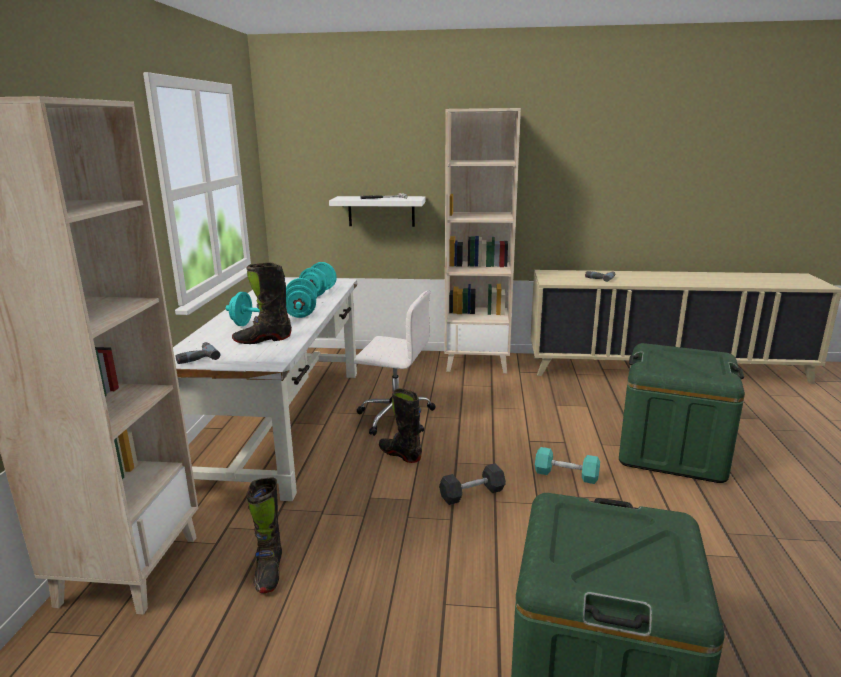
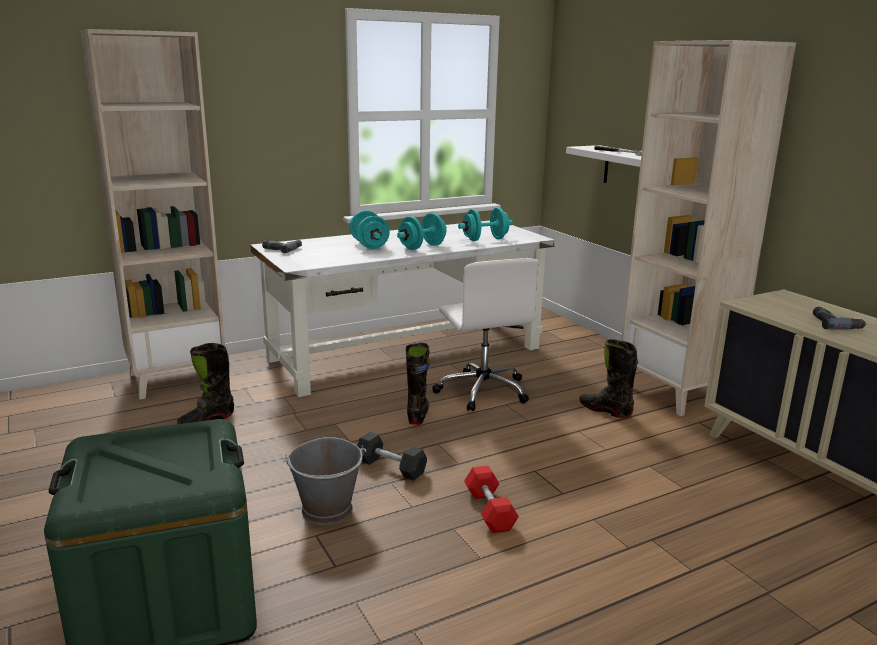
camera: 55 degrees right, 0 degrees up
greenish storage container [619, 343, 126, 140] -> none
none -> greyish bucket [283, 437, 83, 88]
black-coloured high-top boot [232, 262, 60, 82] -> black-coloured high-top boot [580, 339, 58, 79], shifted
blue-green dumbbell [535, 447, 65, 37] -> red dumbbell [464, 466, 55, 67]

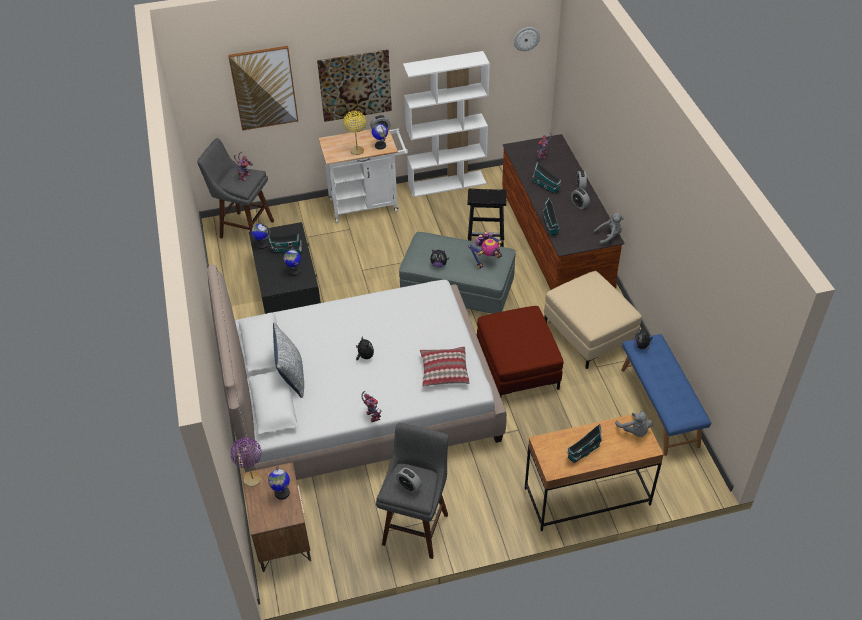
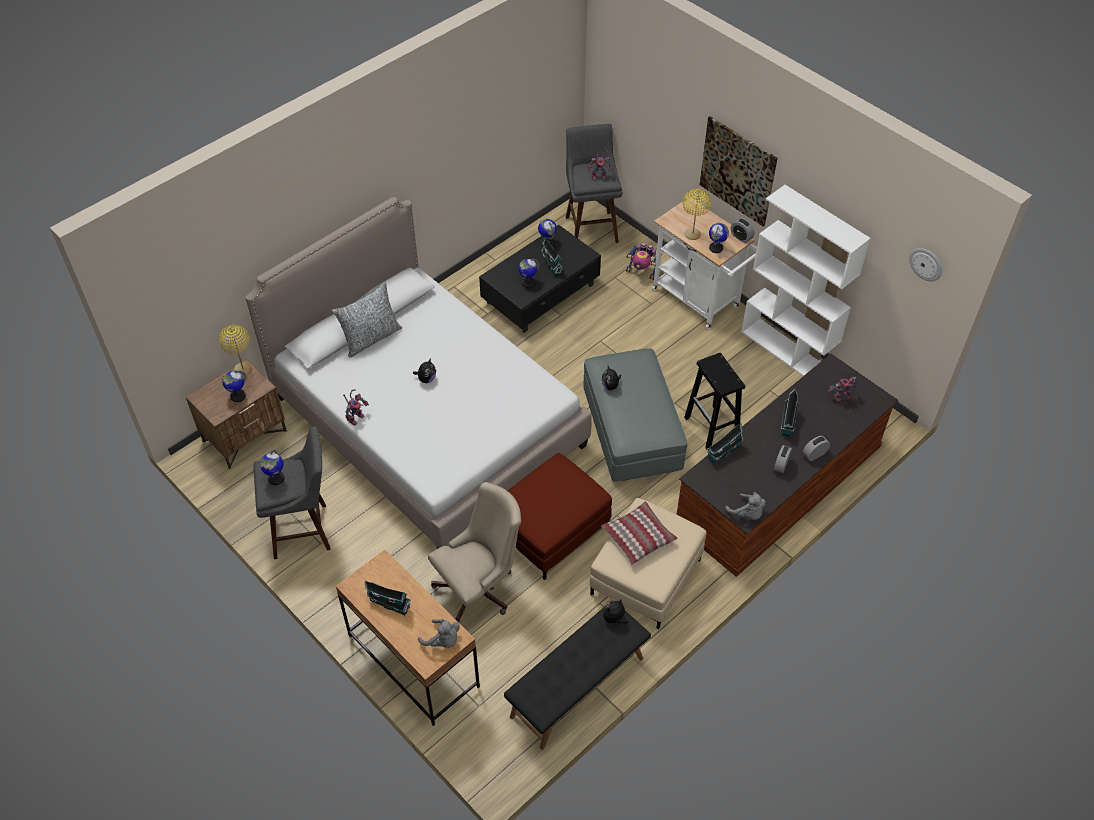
camera: 60 degrees right, 5 degrees up
wall art [228, 46, 70, 85] -> none
none -> sand-coloured desk chair [428, 482, 93, 140]
cushion [420, 347, 49, 39] -> cushion [601, 501, 76, 64], shifted
toy robot [468, 232, 35, 37] -> toy robot [626, 243, 36, 37], shifted
table clock [396, 468, 26, 26] -> globe [260, 450, 25, 35]
purplish tabletop lamp [230, 437, 32, 50] -> yellow-coloured tabletop lamp [219, 325, 33, 51]
blue-coloured indoor bench [621, 334, 90, 122] -> black-coloured indoor bench [504, 600, 147, 150]
greyish plush toy [615, 411, 38, 26] -> greyish plush toy [418, 619, 42, 29], 90 degrees counterclockwise

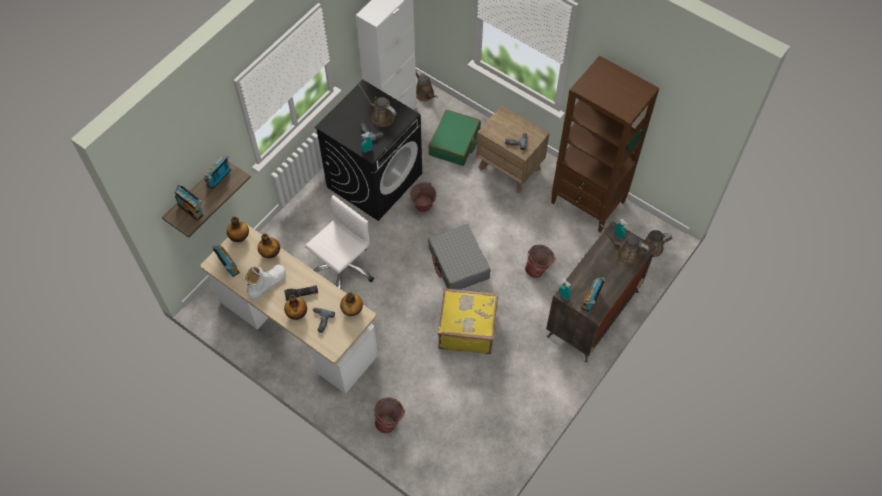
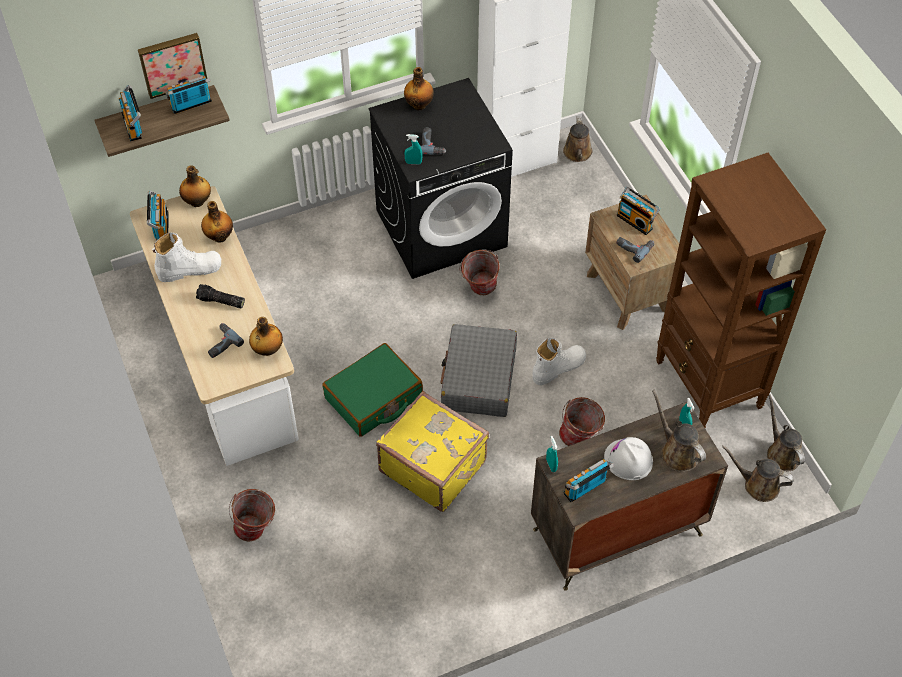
camera: 30 degrees right, 5 degrees down
whitish desk chair [305, 195, 69, 94] -> none
none -> wall art [138, 33, 70, 66]
none -> whitish high-top boot [533, 338, 53, 47]
none -> whitish hard hat [604, 437, 49, 43]
none -> radio set [616, 187, 44, 48]
beverage bottle [284, 295, 23, 25] -> beverage bottle [404, 67, 30, 44], shifted
brownish sprinkling can [357, 83, 39, 44] -> brownish sprinkling can [767, 394, 38, 78], shifted
greenish travel case [429, 110, 52, 56] -> greenish travel case [322, 343, 101, 94], shifted

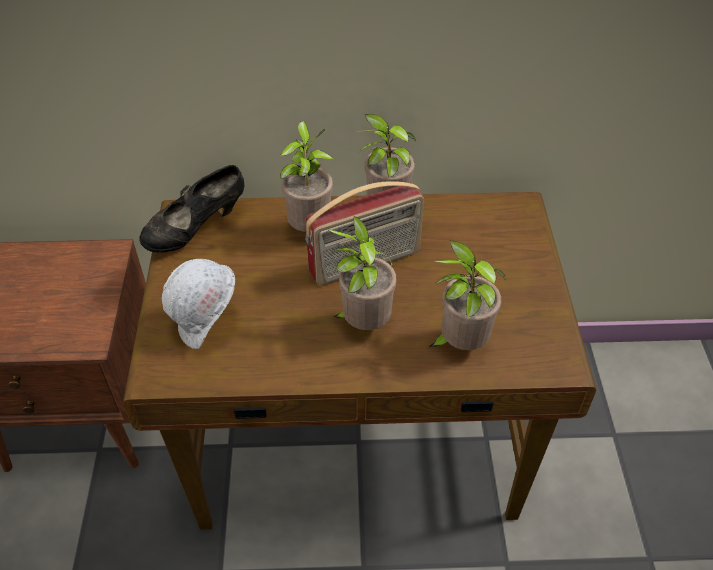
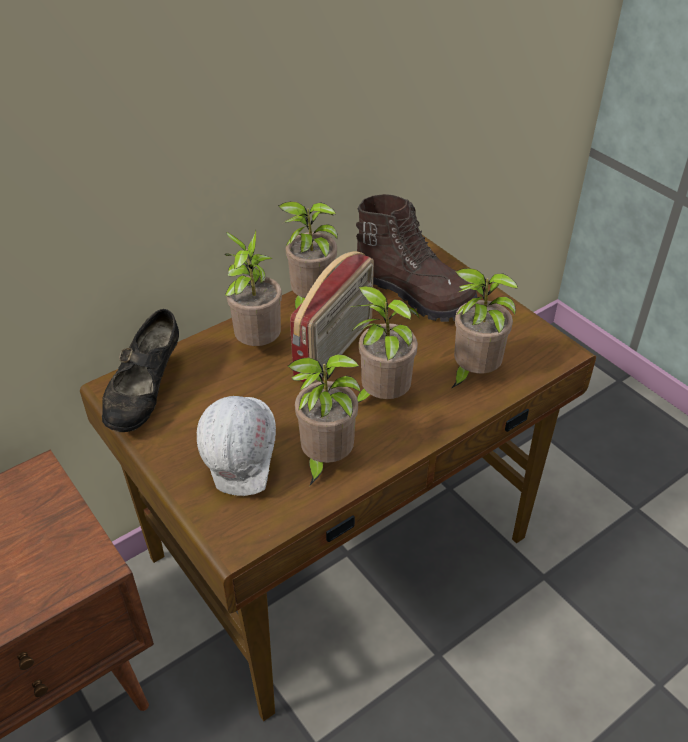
camera: 35 degrees left, 5 degrees down
none -> plant in a pot [288, 354, 73, 131]
none -> brownish high-top boot [356, 194, 121, 128]

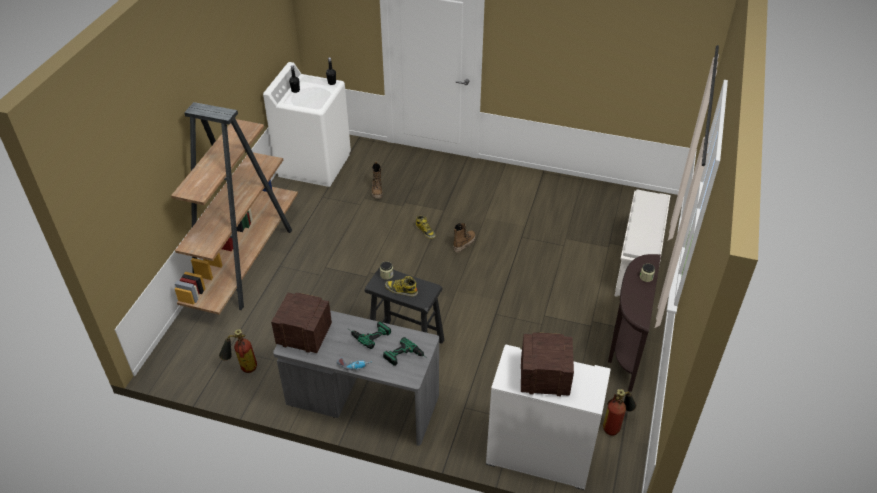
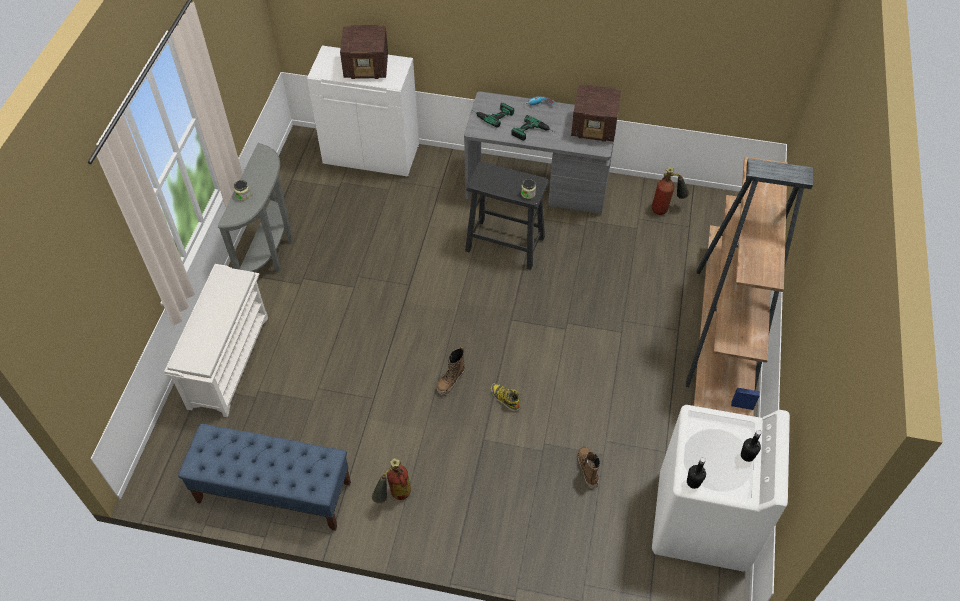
camera: 175 degrees right, 10 degrees up
high-top boot [385, 276, 33, 20] -> none
none -> blue-coloured indoor bench [178, 423, 173, 108]
fire extinguisher [603, 389, 33, 47] -> fire extinguisher [372, 458, 39, 46], shifted
brownish hall table [608, 254, 53, 138] -> greyish hall table [218, 143, 75, 129]

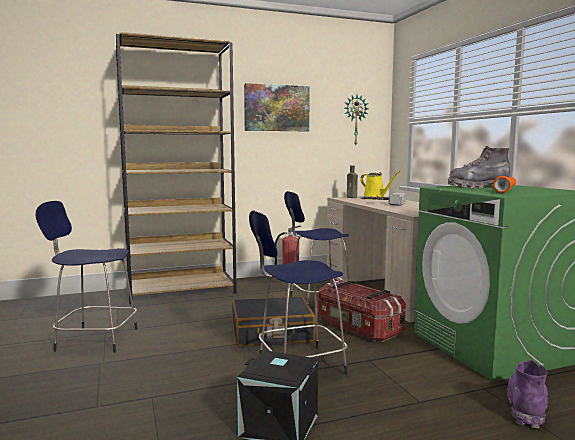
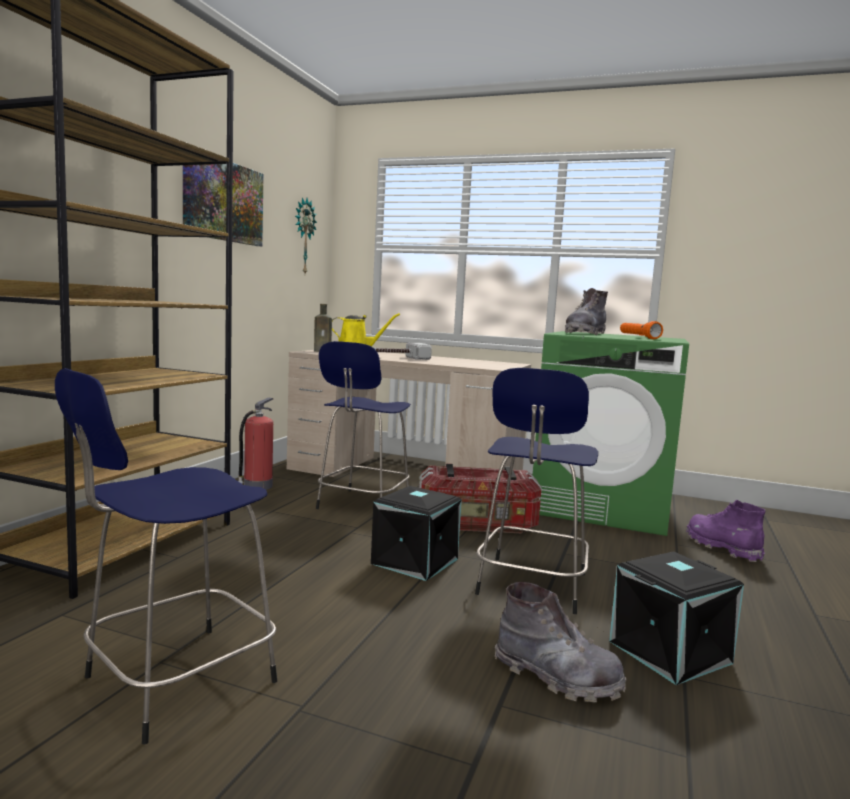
camera: 50 degrees left, 0 degrees up
none -> greyish high-top boot [495, 582, 132, 120]
black-coloured travel case [232, 296, 83, 50] -> black-coloured storage container [371, 486, 91, 95]

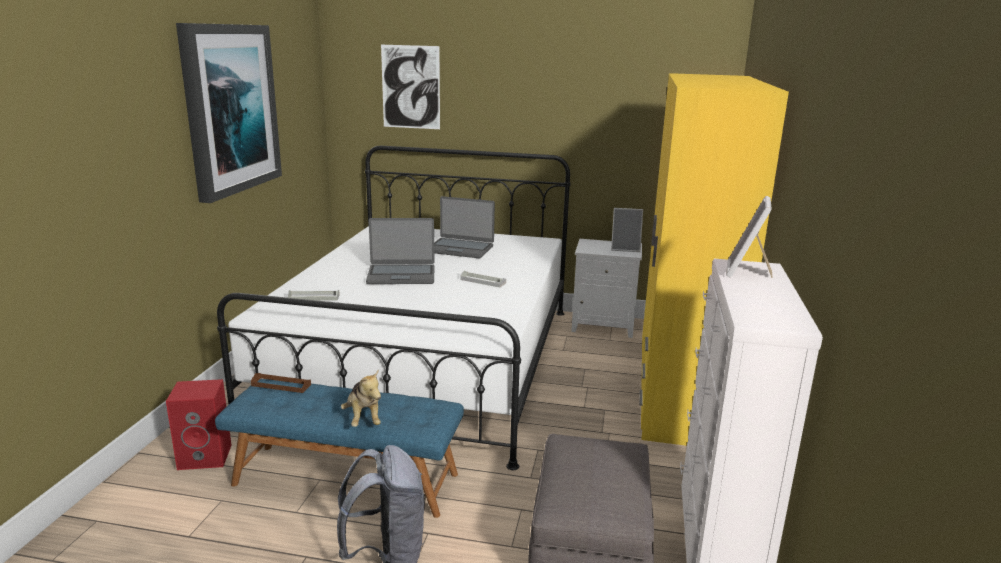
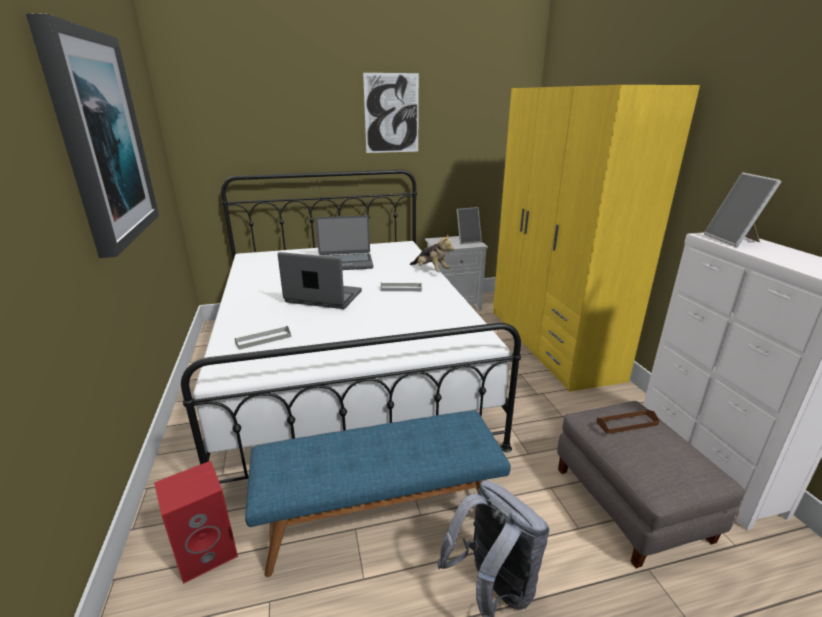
camera: 25 degrees left, 5 degrees up
brownish tray [251, 373, 60, 20] -> brownish tray [596, 409, 64, 25], shifted
plush toy [341, 369, 40, 58] -> plush toy [410, 235, 45, 36], shifted
wall art [381, 45, 59, 84] -> wall art [363, 73, 56, 80], shifted
notebook computer [366, 218, 69, 66] -> notebook computer [278, 252, 84, 57], 135 degrees counterclockwise

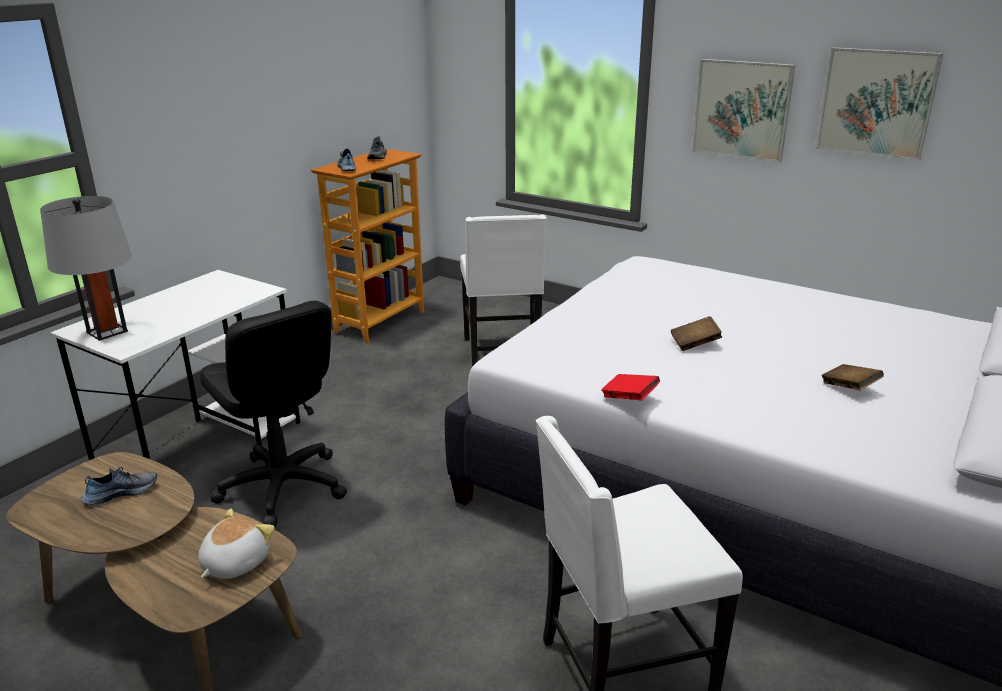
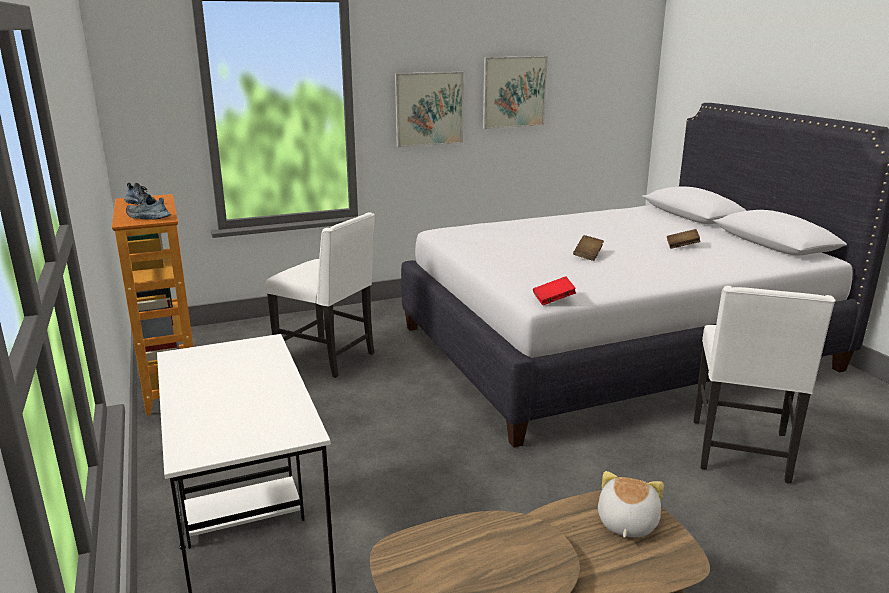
camera: 55 degrees left, 5 degrees down
greyish tabletop lamp [40, 196, 92, 145] -> none
item of footwear [81, 467, 76, 38] -> none
black-coloured desk chair [200, 301, 147, 226] -> none
red book [601, 374, 59, 27] -> red book [533, 276, 43, 29], shifted
plush toy [198, 508, 77, 71] -> plush toy [598, 471, 66, 67], 45 degrees clockwise

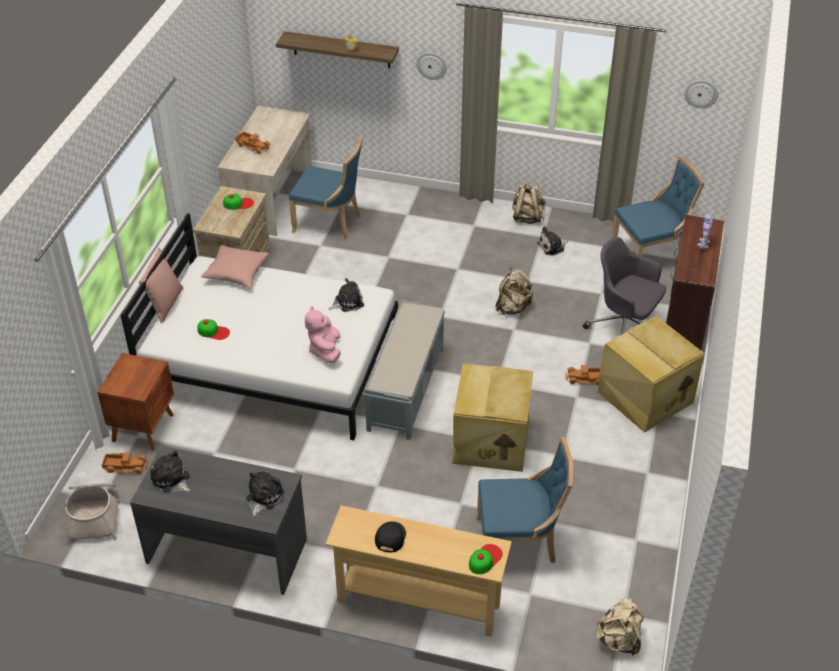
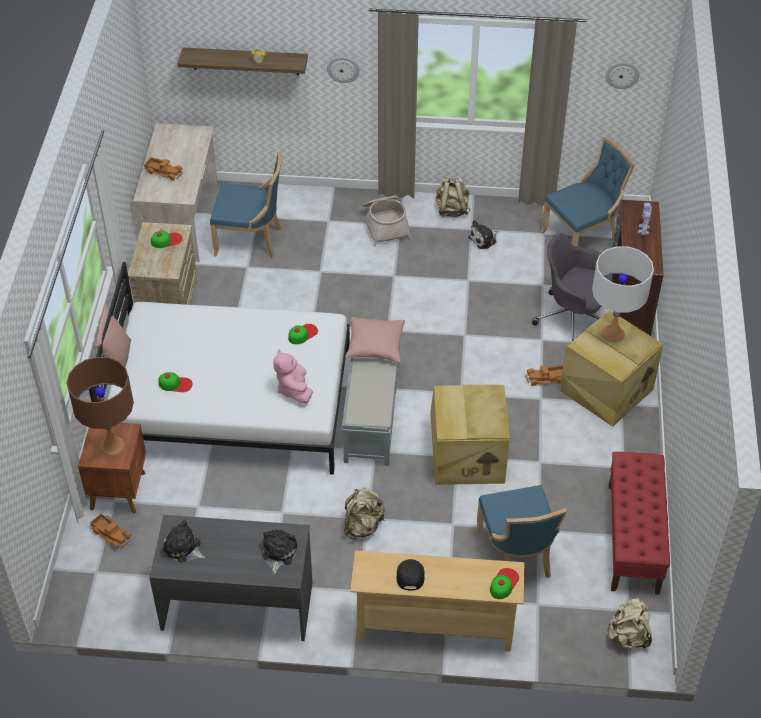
camera: 10 degrees left, 5 degrees up
none -> brownish tabletop lamp [66, 357, 68, 99]
none -> whitish tabletop lamp [592, 246, 62, 96]
none -> red indoor bench [609, 452, 61, 143]
storage basket [65, 483, 55, 61] -> storage basket [362, 196, 50, 51], shifted
pinkish cushion [201, 245, 68, 43] -> pinkish cushion [345, 317, 60, 46], shifted
sand-coloured backpack [495, 268, 38, 47] -> sand-coloured backpack [344, 487, 41, 52], shifted
plush toy [329, 278, 35, 34] -> peaked cap [288, 324, 30, 20]
toy truck [102, 452, 46, 22] -> toy truck [90, 513, 42, 36], 45 degrees clockwise
blue-coloured chair [476, 437, 97, 127] -> blue-coloured chair [475, 485, 92, 94], 90 degrees clockwise

